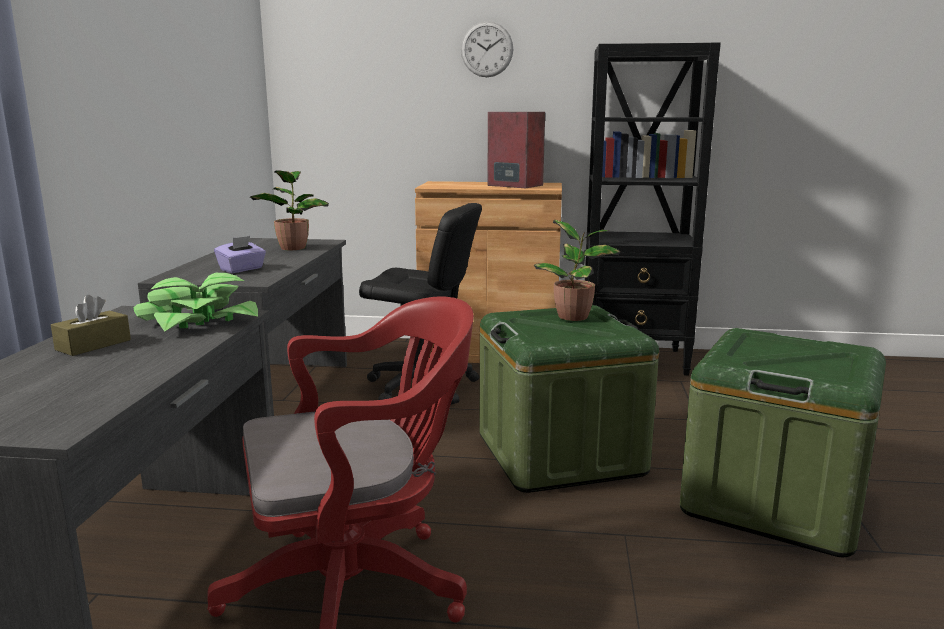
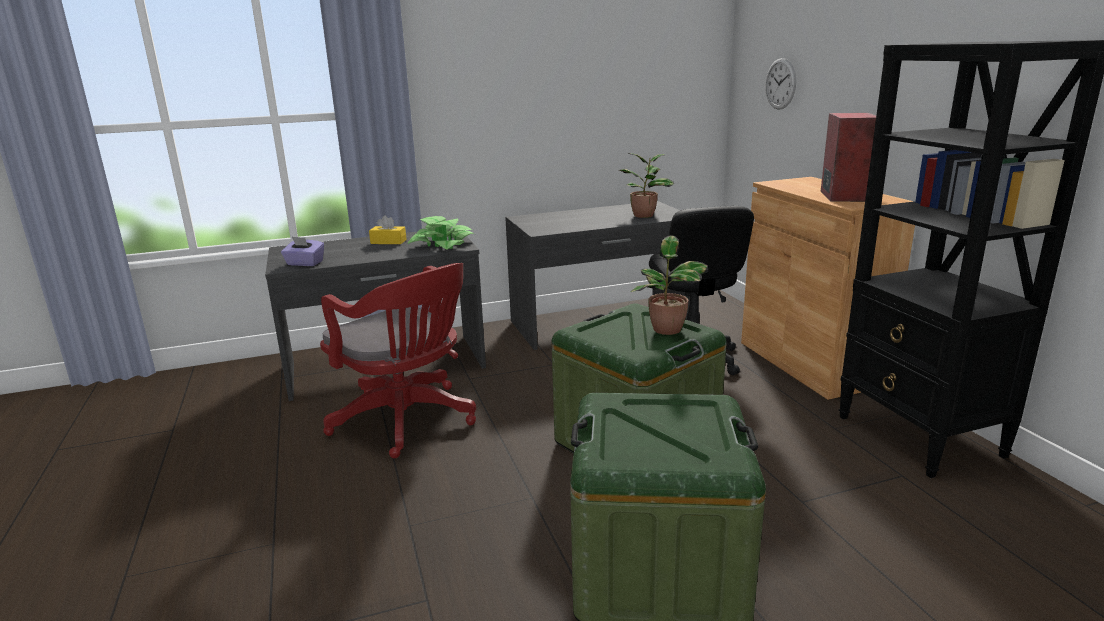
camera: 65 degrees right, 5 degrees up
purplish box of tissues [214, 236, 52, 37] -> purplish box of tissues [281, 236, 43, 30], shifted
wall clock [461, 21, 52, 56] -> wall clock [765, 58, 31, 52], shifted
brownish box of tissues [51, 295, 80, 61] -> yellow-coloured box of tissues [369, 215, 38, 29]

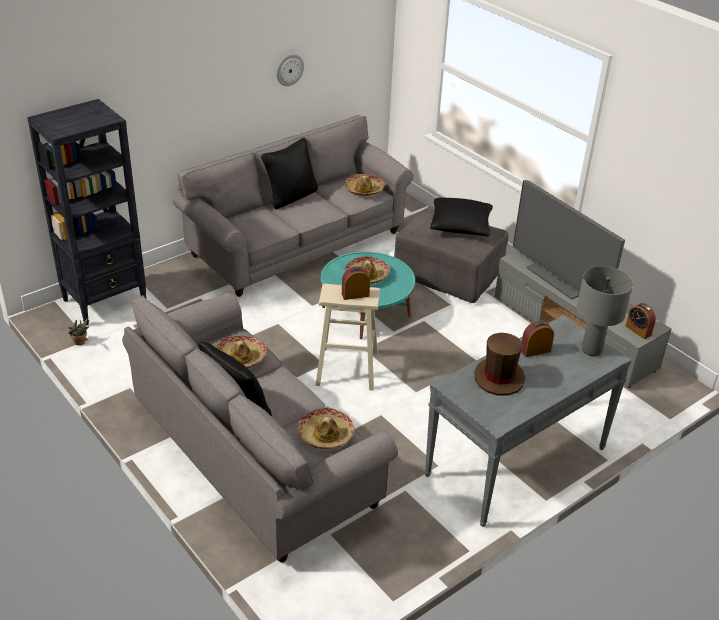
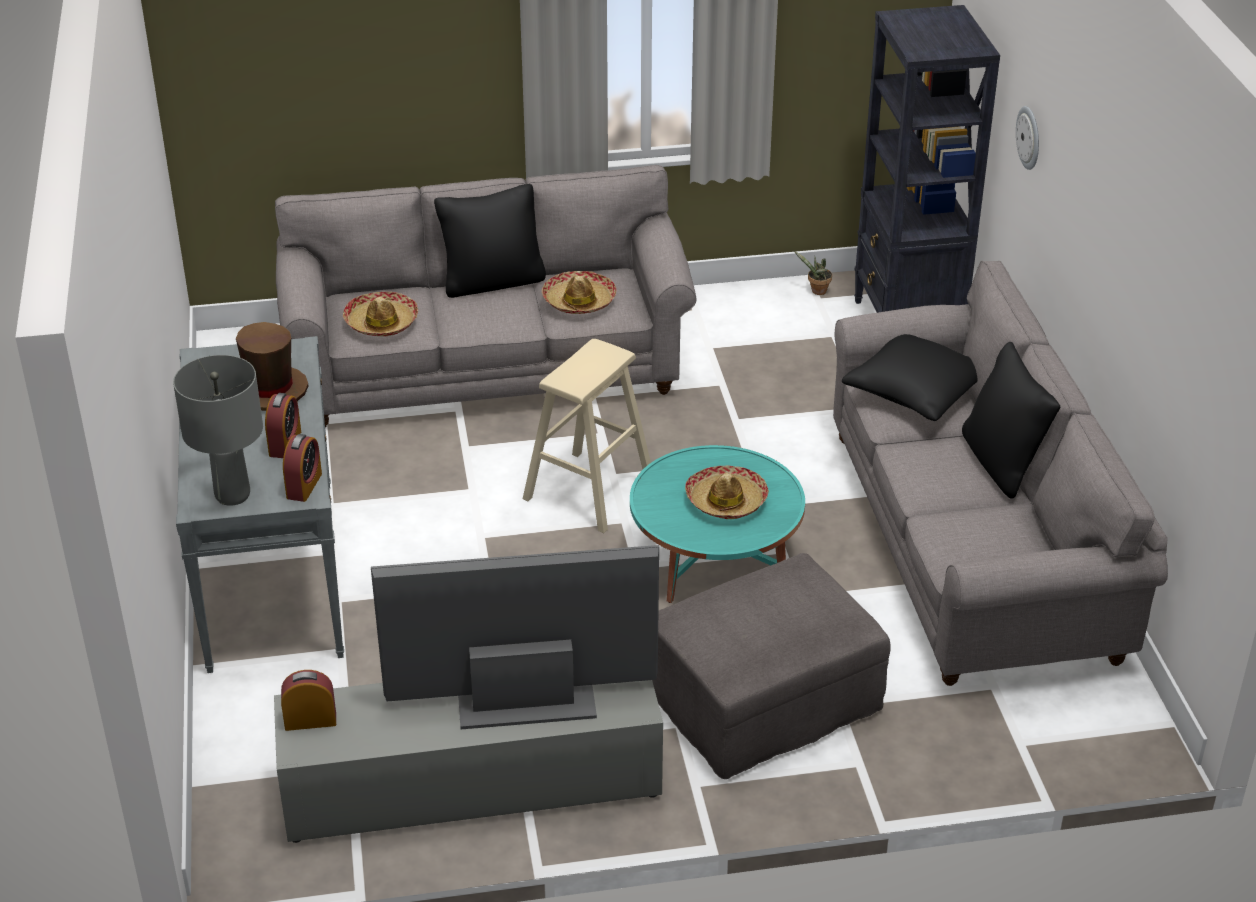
camera: 120 degrees right, 0 degrees up
hat [344, 174, 41, 22] -> none
wall clock [277, 54, 27, 32] -> wall clock [1016, 106, 23, 64], shifted
table clock [342, 266, 28, 34] -> table clock [283, 434, 39, 68], shifted
black-coloured cushion [430, 198, 63, 39] -> black-coloured cushion [842, 334, 135, 87], shifted

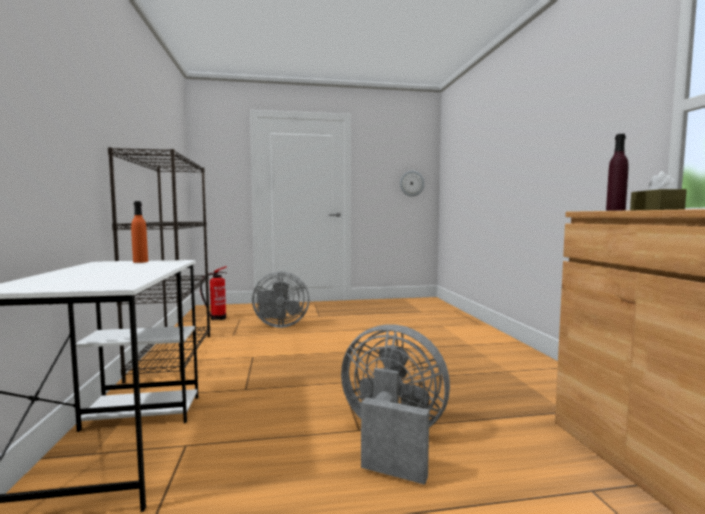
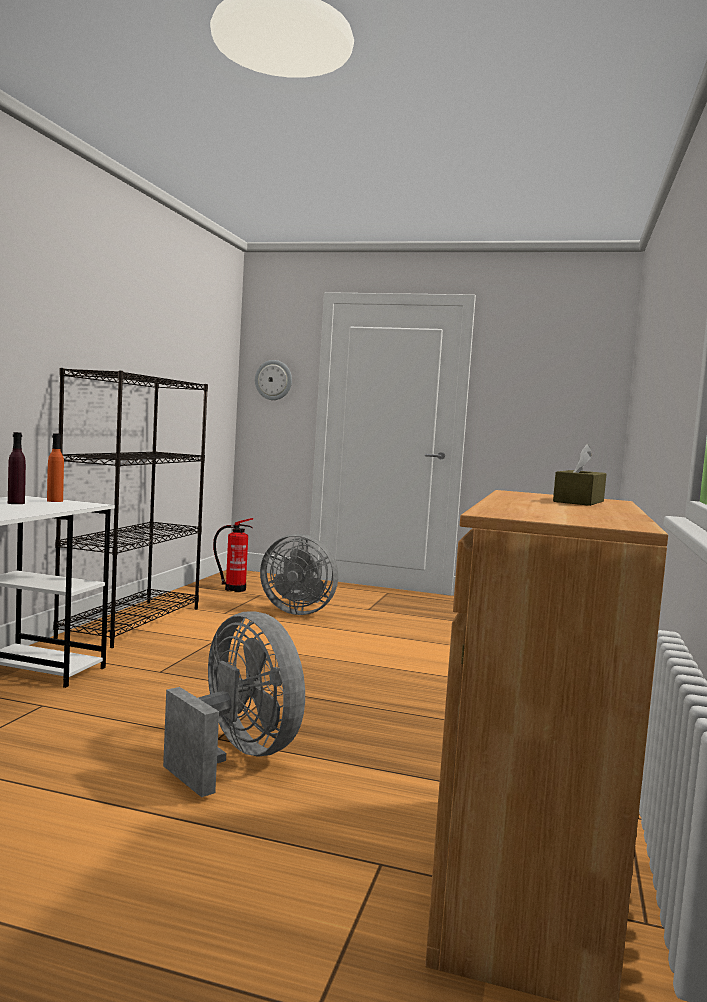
camera: 25 degrees right, 0 degrees up
wall clock [400, 171, 25, 26] -> wall clock [255, 360, 37, 40], shifted
purplish beverage bottle [606, 134, 23, 77] -> purplish beverage bottle [8, 432, 18, 72], shifted

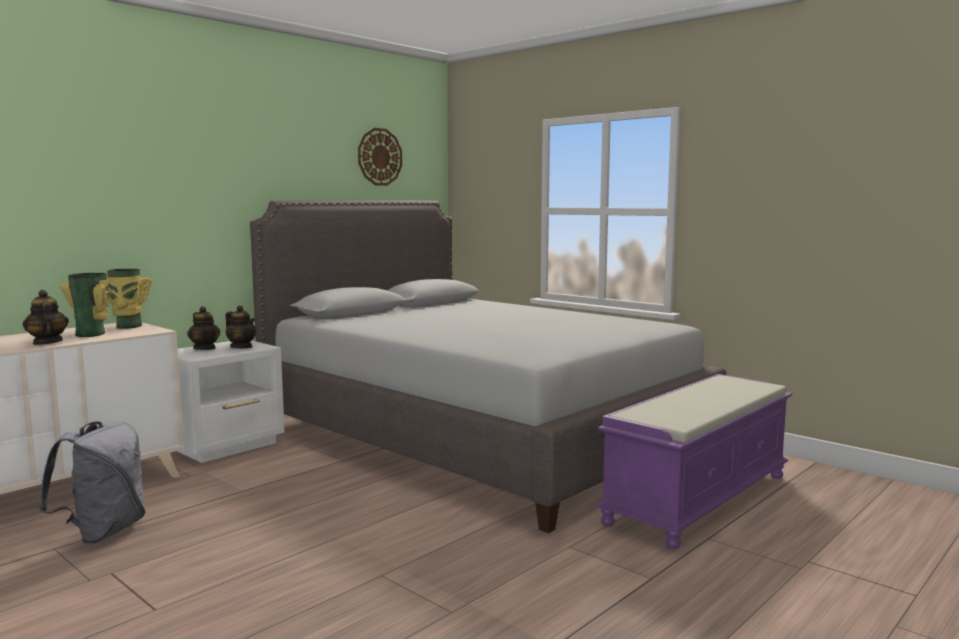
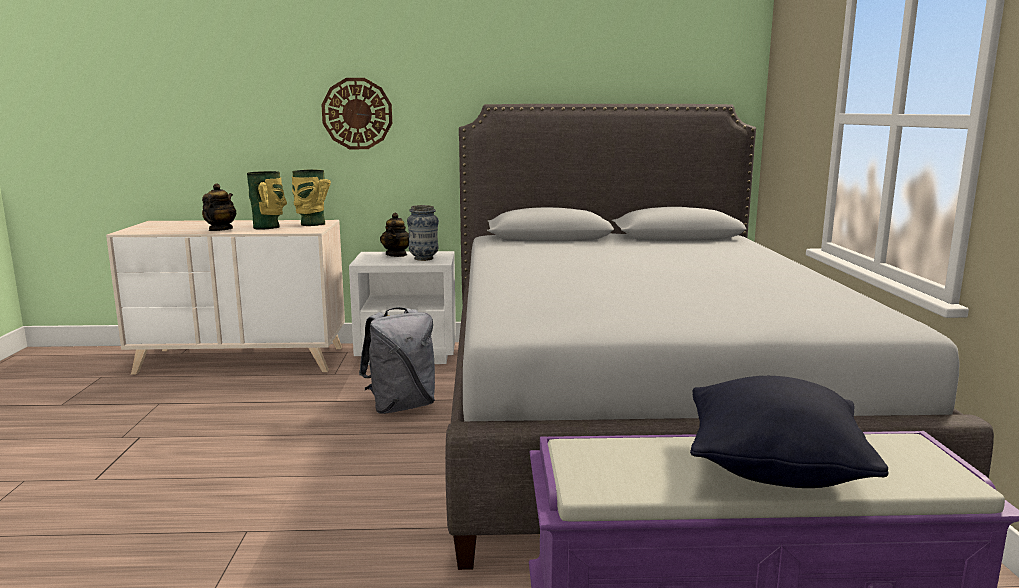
camera: 45 degrees right, 5 degrees up
none -> black-coloured cushion [690, 376, 198, 112]
greyish backpack [38, 421, 108, 123] -> greyish backpack [359, 307, 76, 107], shifted
wall clock [358, 128, 44, 58] -> wall clock [321, 78, 71, 71], shifted
tea pot [225, 305, 31, 43] -> flower vase [407, 205, 32, 56]

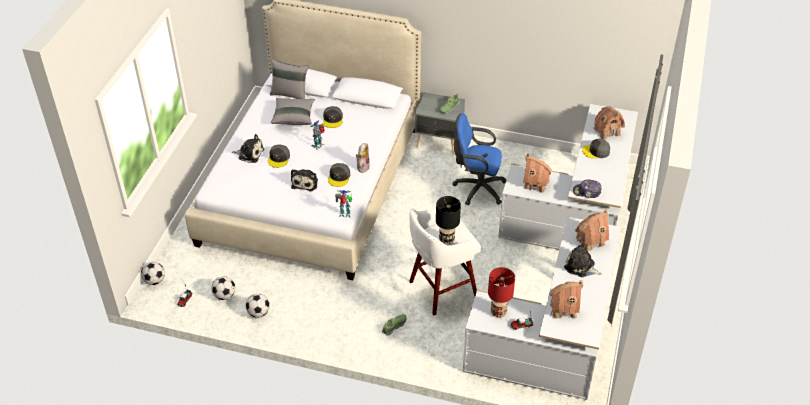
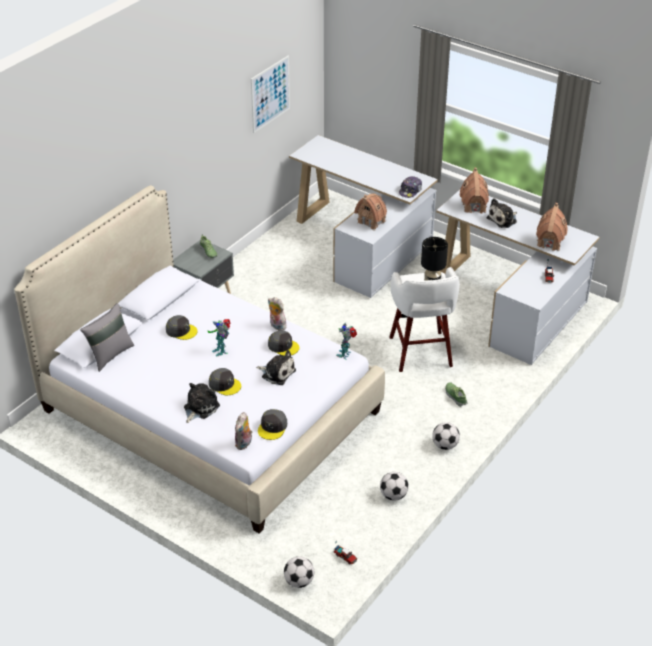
camera: 70 degrees left, 5 degrees down
greyish cushion [271, 98, 44, 27] -> none
blue-coloured desk chair [452, 114, 54, 91] -> none
red tabletop lamp [488, 267, 27, 51] -> none
model house [593, 106, 32, 34] -> none
none -> plush toy [235, 412, 18, 38]
none -> wall art [251, 56, 39, 77]
ball for football [211, 276, 24, 24] -> ball for football [432, 422, 28, 28], shifted
greyish peaked cap [582, 138, 28, 20] -> greyish peaked cap [258, 409, 29, 31], shifted

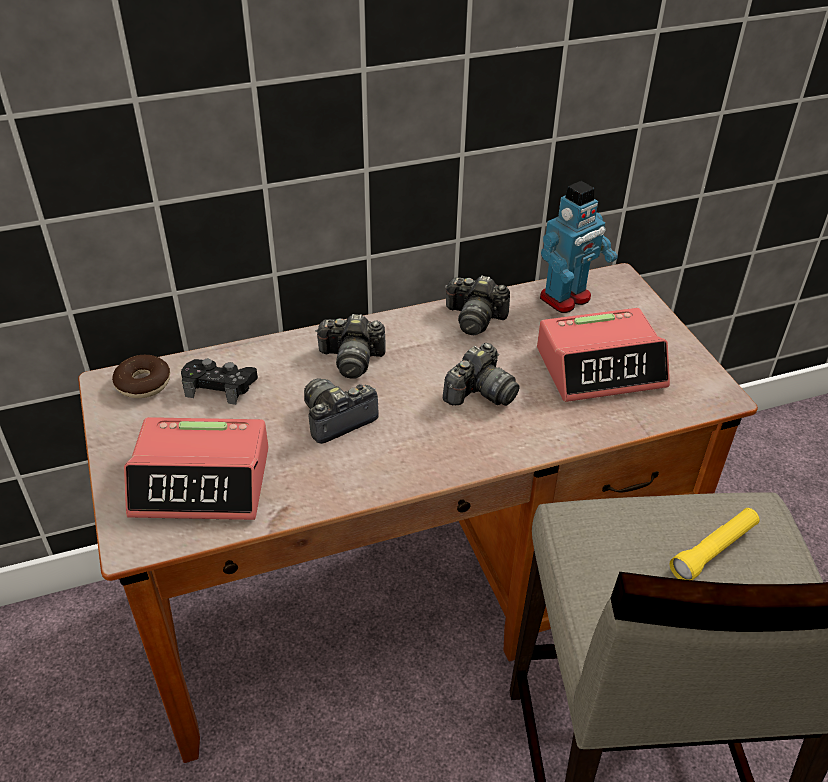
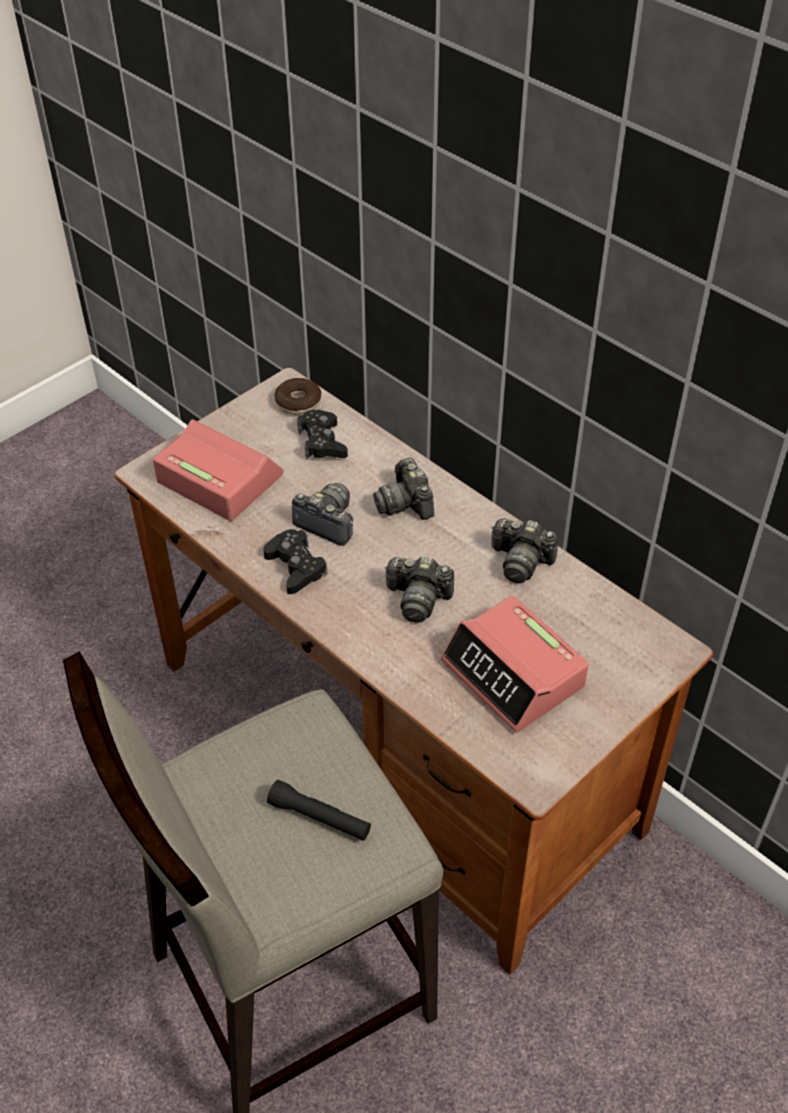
camera: 65 degrees right, 5 degrees up
toy robot [540, 181, 78, 132] -> none
none -> black-coloured game controller [263, 529, 65, 65]
yellow-coloured flashlight [669, 508, 91, 72] -> black-coloured flashlight [267, 780, 104, 61]
table clock [124, 417, 145, 103] -> table clock [153, 419, 131, 102], 150 degrees clockwise
photo camera [445, 275, 65, 60] -> photo camera [491, 518, 67, 65], 60 degrees counterclockwise

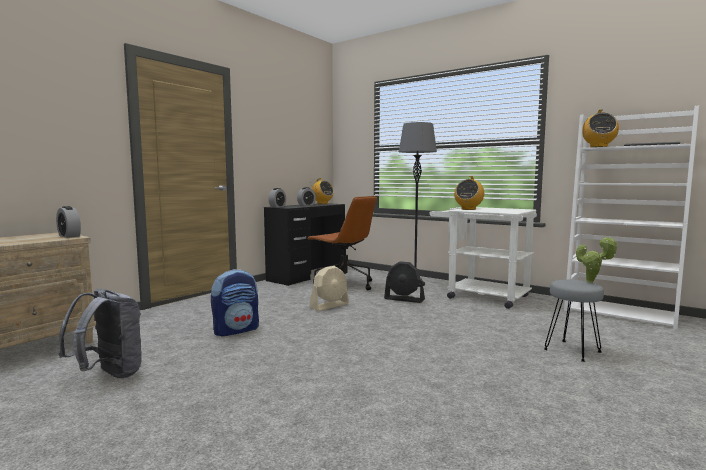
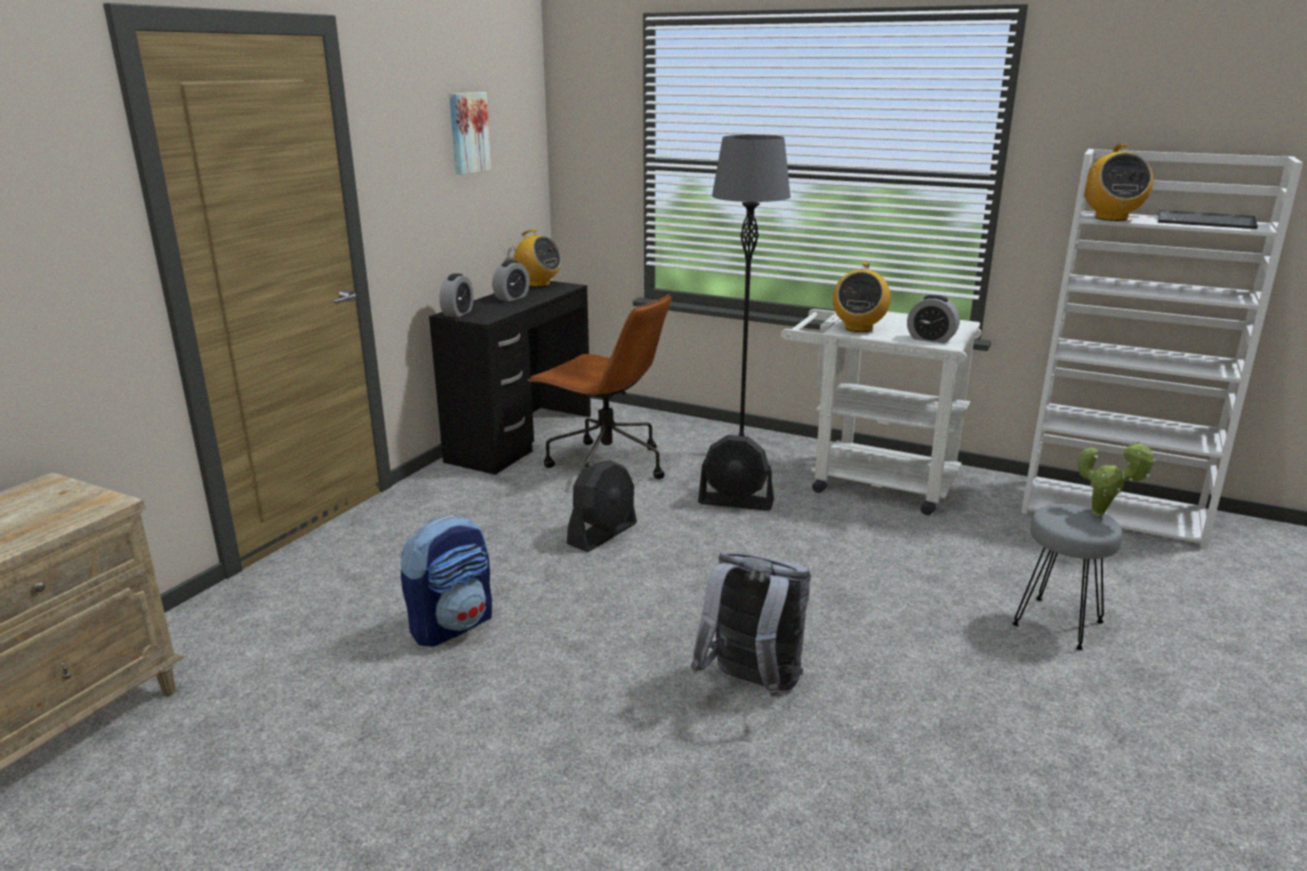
camera: 10 degrees left, 15 degrees up
none -> wall art [449, 92, 43, 83]
table clock [56, 206, 25, 32] -> table clock [907, 295, 53, 49], shifted
greyish backpack [58, 288, 84, 91] -> greyish backpack [691, 552, 120, 145], shifted
sand-coloured electric fan [309, 266, 40, 45] -> black-coloured electric fan [567, 460, 70, 92]

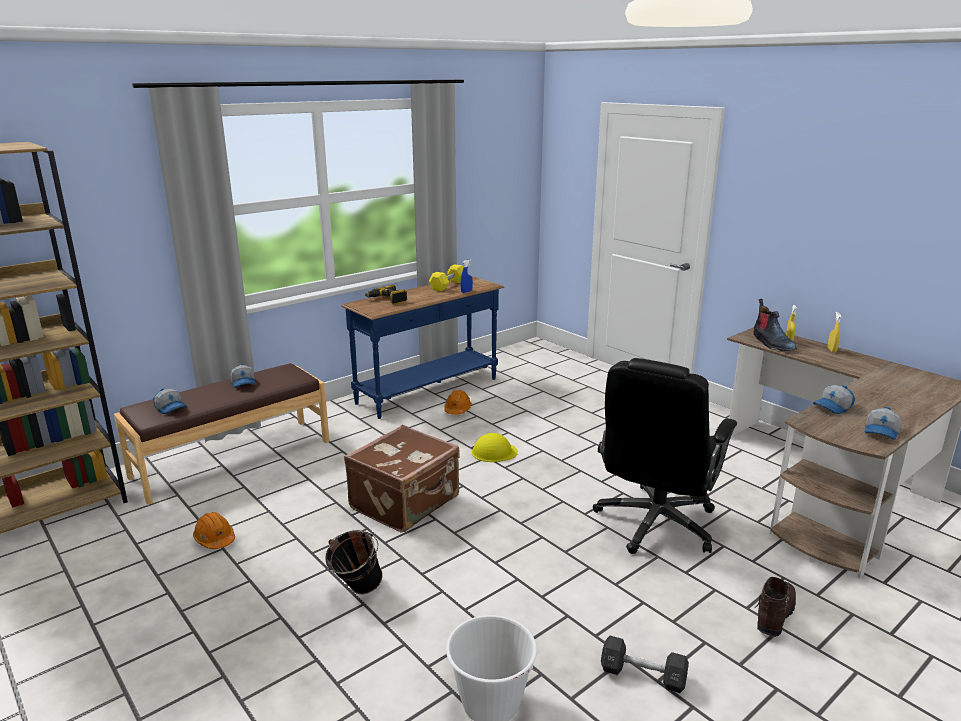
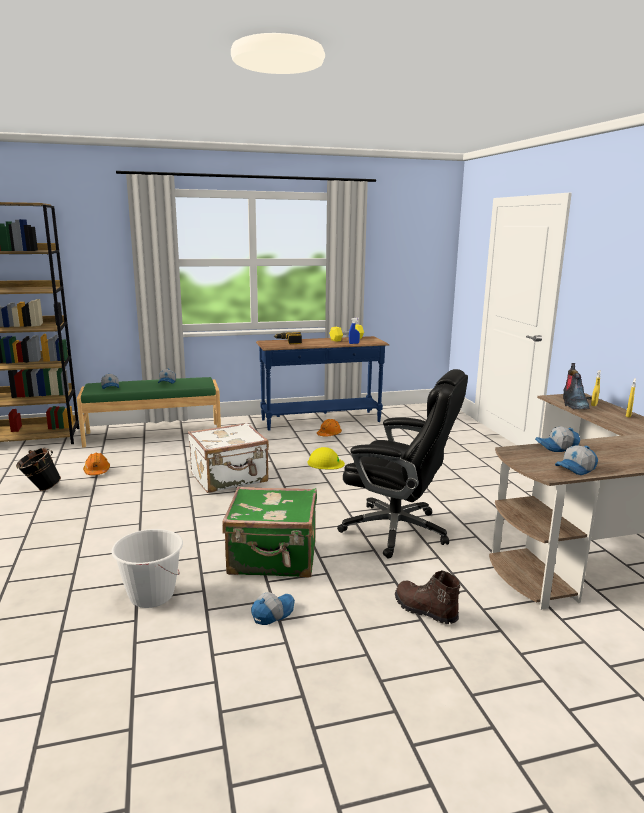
camera: 25 degrees right, 5 degrees down
none -> greenish travel case [223, 486, 94, 92]
black-coloured bucket [325, 530, 58, 64] -> black-coloured bucket [16, 448, 45, 43], shifted
black-coloured dumbbell [601, 636, 88, 57] -> peaked cap [251, 592, 44, 33]
brownish indoor bench [114, 363, 216, 142] -> greenish indoor bench [77, 377, 144, 71]
brownish travel case [344, 425, 116, 107] -> whitish travel case [188, 422, 81, 71]
black-coloured desk chair [593, 358, 144, 196] -> black-coloured desk chair [337, 369, 131, 190], 120 degrees counterclockwise
brownish high-top boot [755, 577, 41, 60] -> brownish high-top boot [395, 570, 65, 54], 105 degrees counterclockwise

